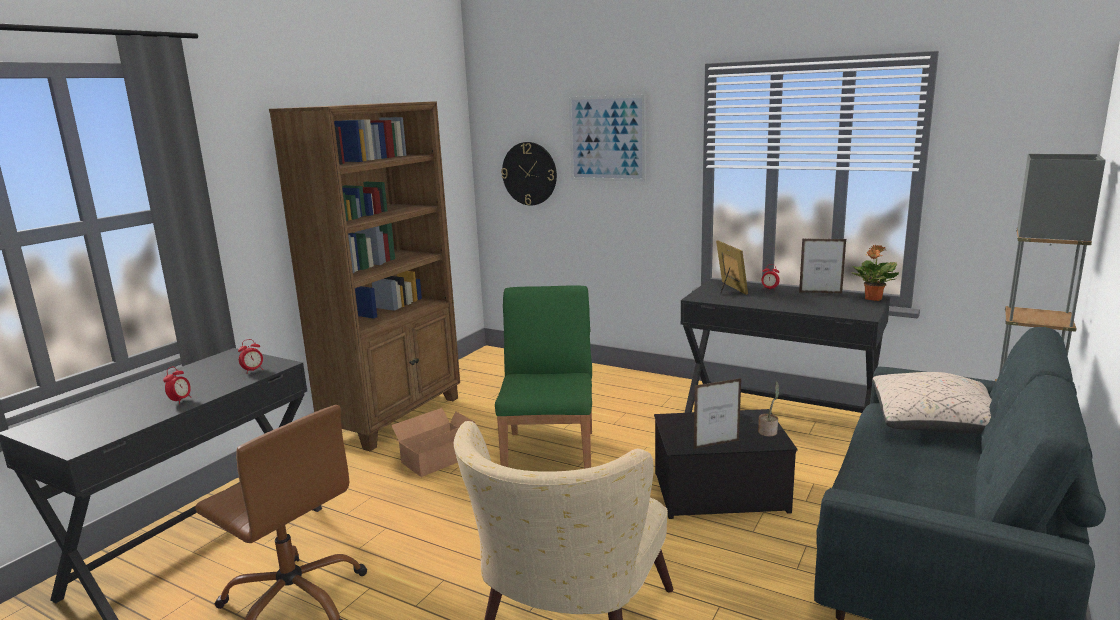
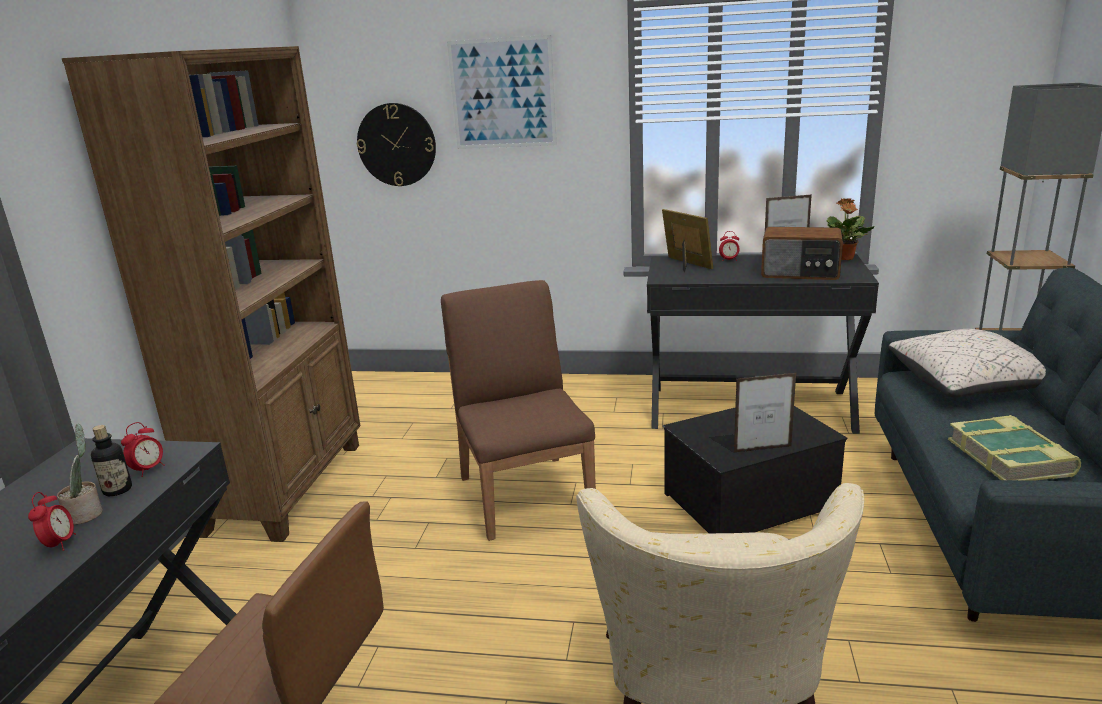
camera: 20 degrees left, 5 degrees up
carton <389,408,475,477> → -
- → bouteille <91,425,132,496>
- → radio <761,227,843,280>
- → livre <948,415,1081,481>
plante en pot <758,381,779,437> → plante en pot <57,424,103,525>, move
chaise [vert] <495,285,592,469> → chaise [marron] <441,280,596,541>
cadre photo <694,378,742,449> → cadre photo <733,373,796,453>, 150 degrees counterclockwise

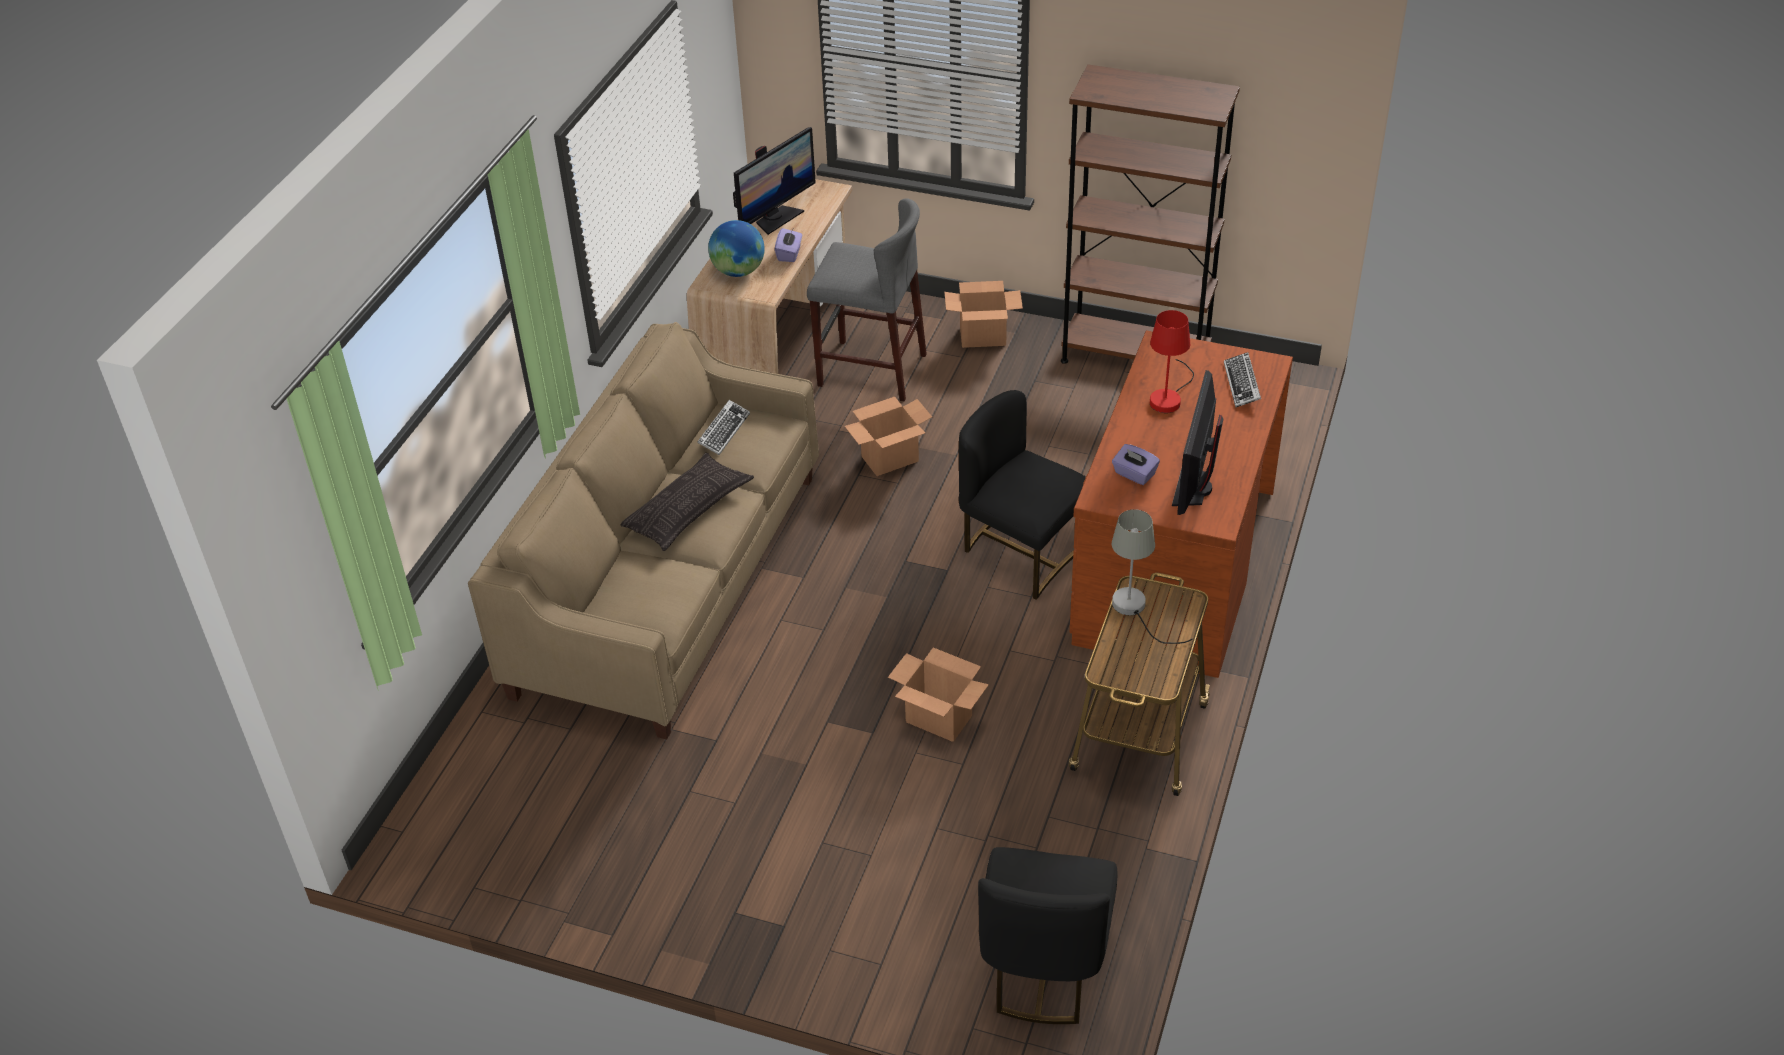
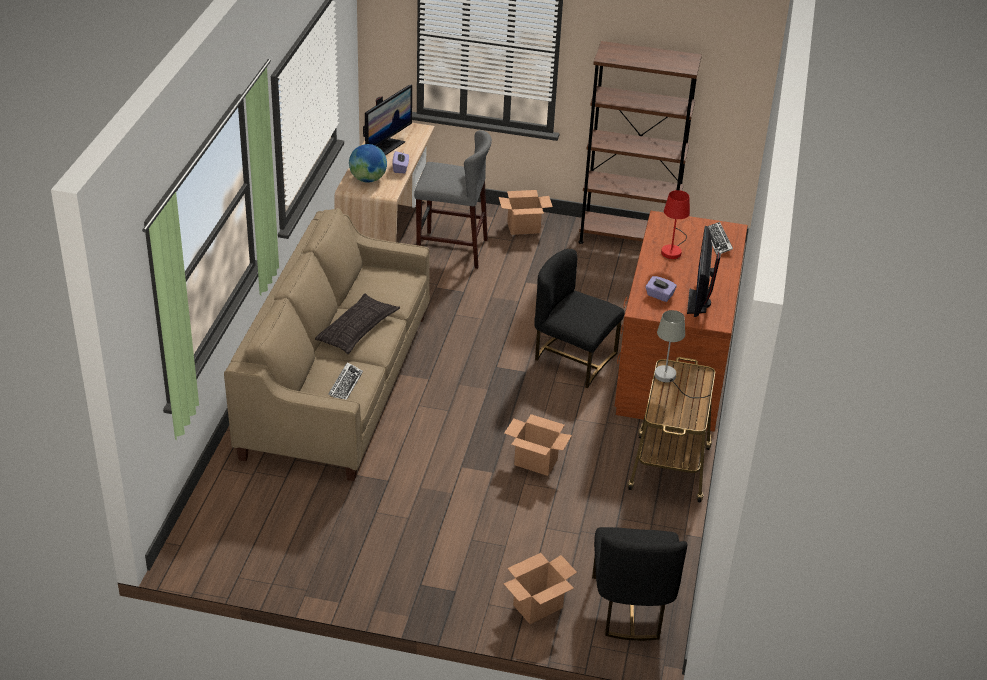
camera: 10 degrees left, 5 degrees down
clavier <697,400,750,455> → clavier <328,362,363,400>, move
carton <845,397,932,476> → carton <503,553,577,624>, move

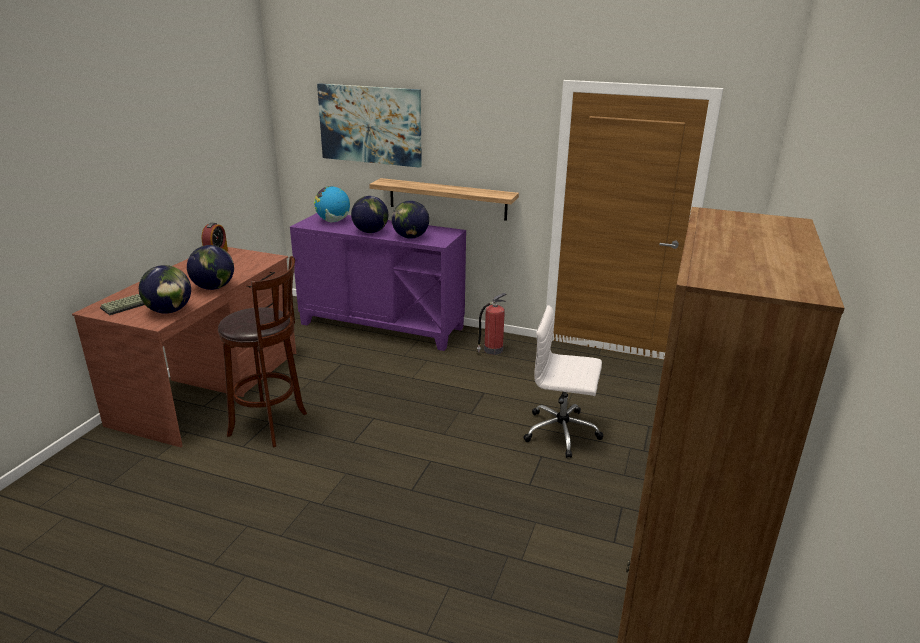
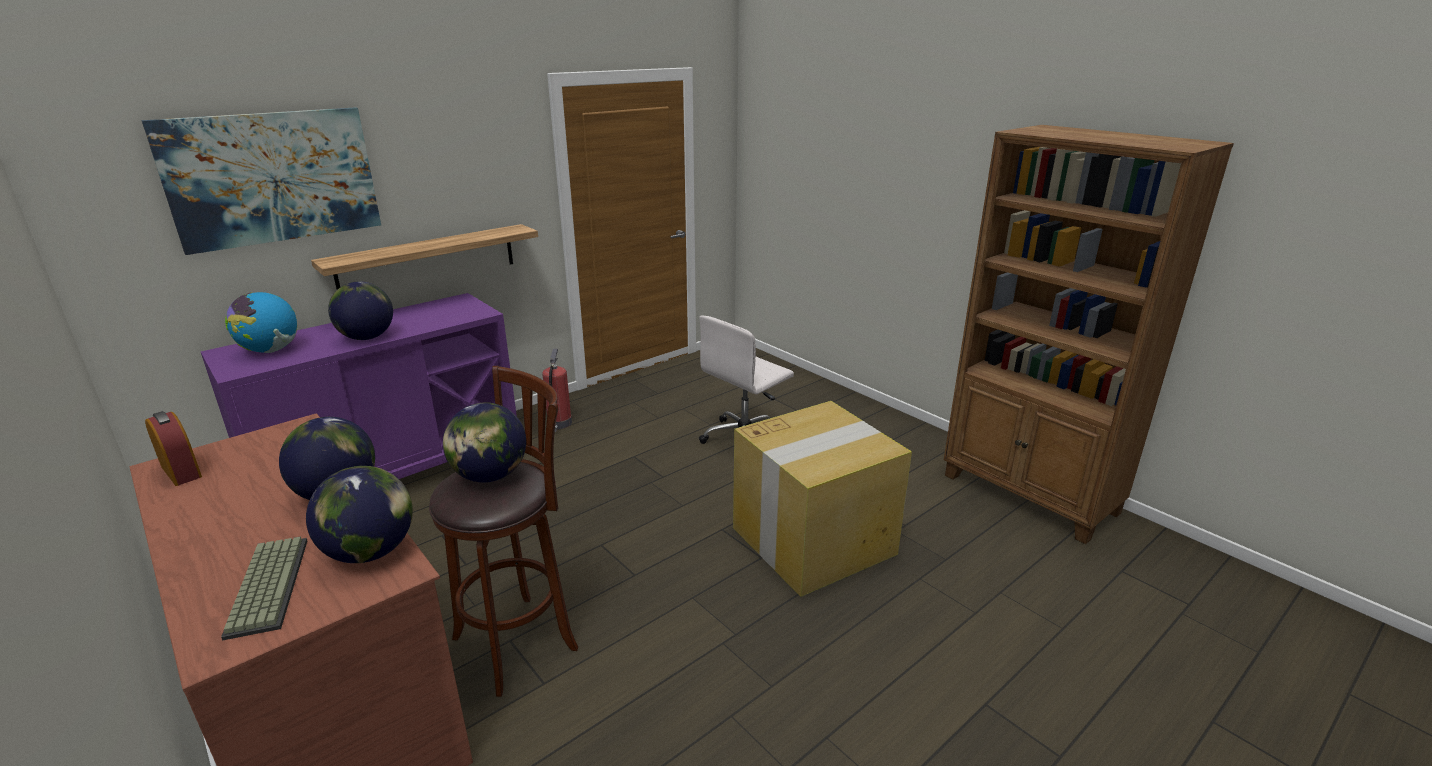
camera: 60 degrees left, 0 degrees up
- → carton <733,401,912,597>
globe <392,200,429,239> → globe <443,403,526,482>, move

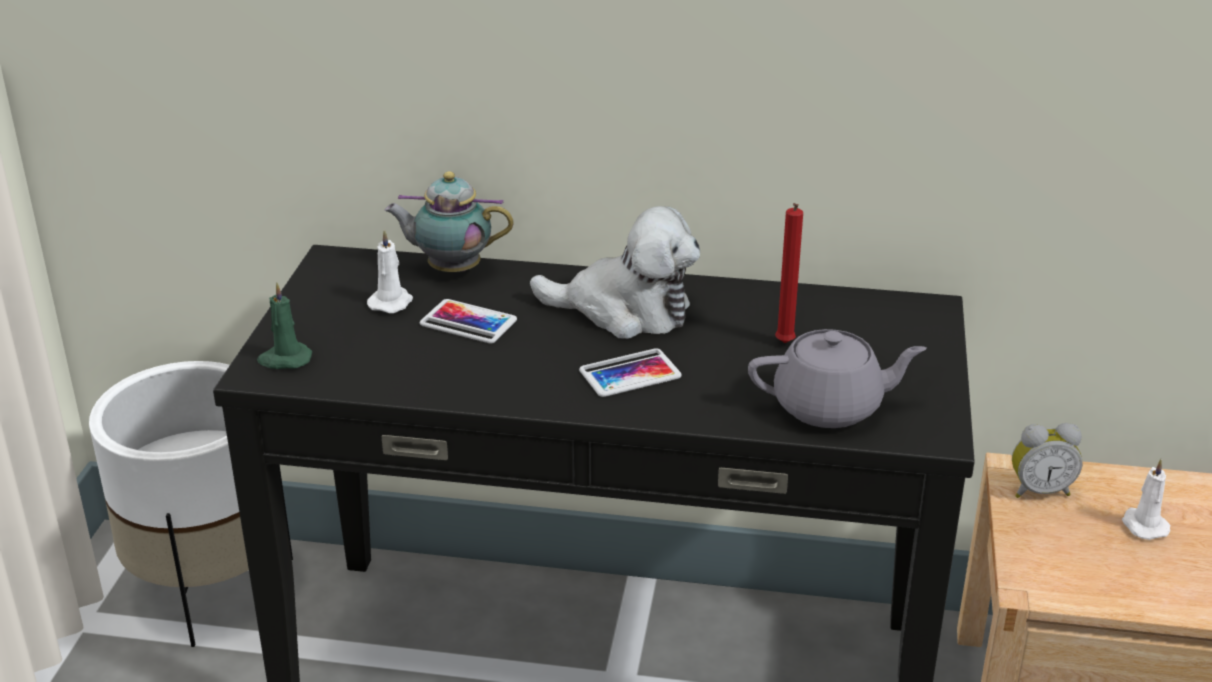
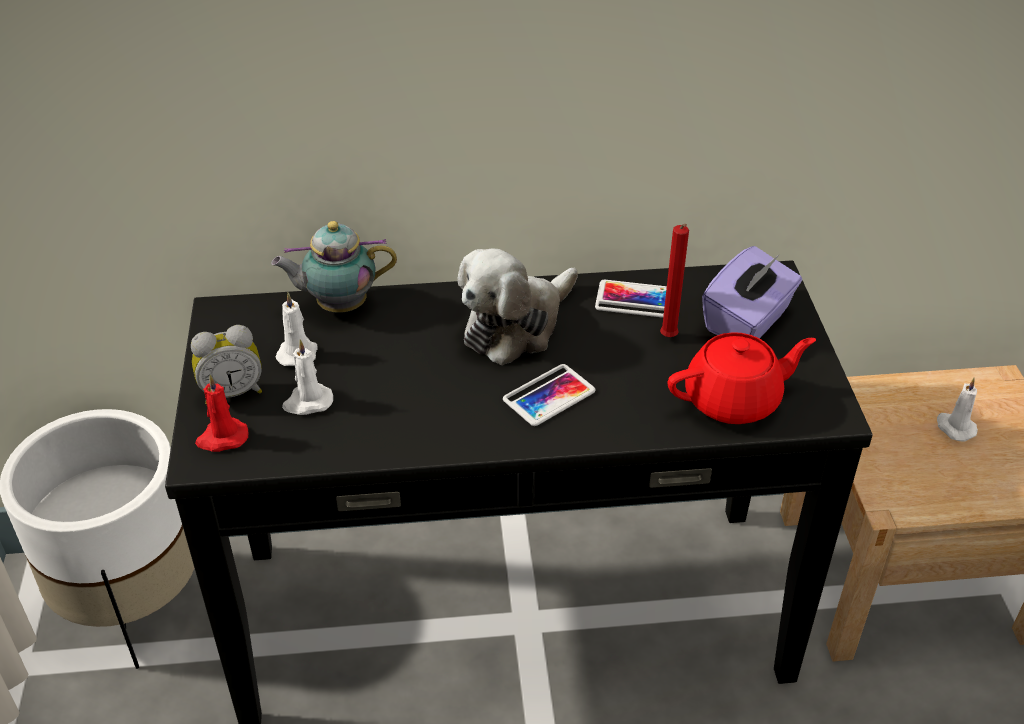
camera: 15 degrees left, 10 degrees up
- → bougie [blanc] <282,339,333,415>
- → boîte à mouchoirs [violet] <702,246,802,338>
téléphone <420,299,517,343> → téléphone <595,280,667,318>, move
réveil <1012,423,1083,498> → réveil <191,325,262,405>, move
bougie [vert] <257,282,312,369> → bougie [rouge] <195,375,248,452>
théière [gris] <748,329,927,428> → théière [rouge] <668,332,816,424>
peluche <530,206,700,339> → peluche <457,248,578,365>, 135 degrees clockwise

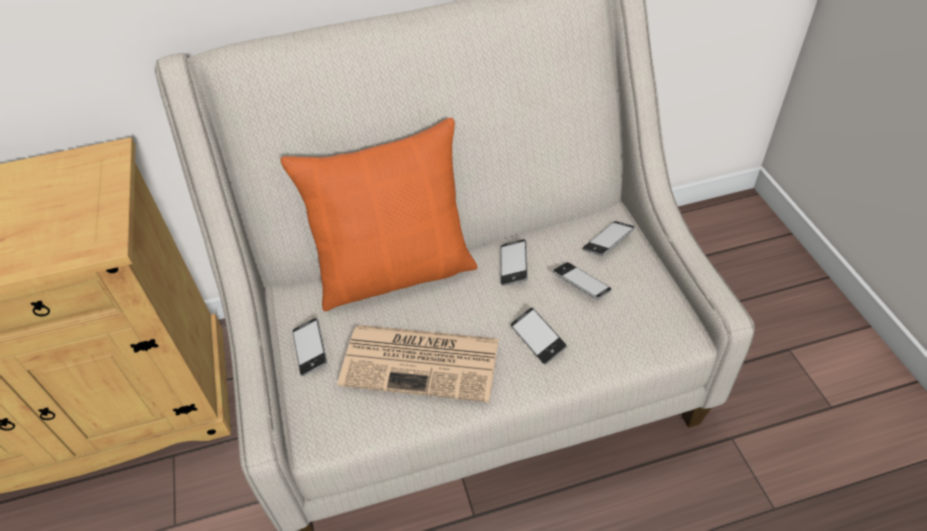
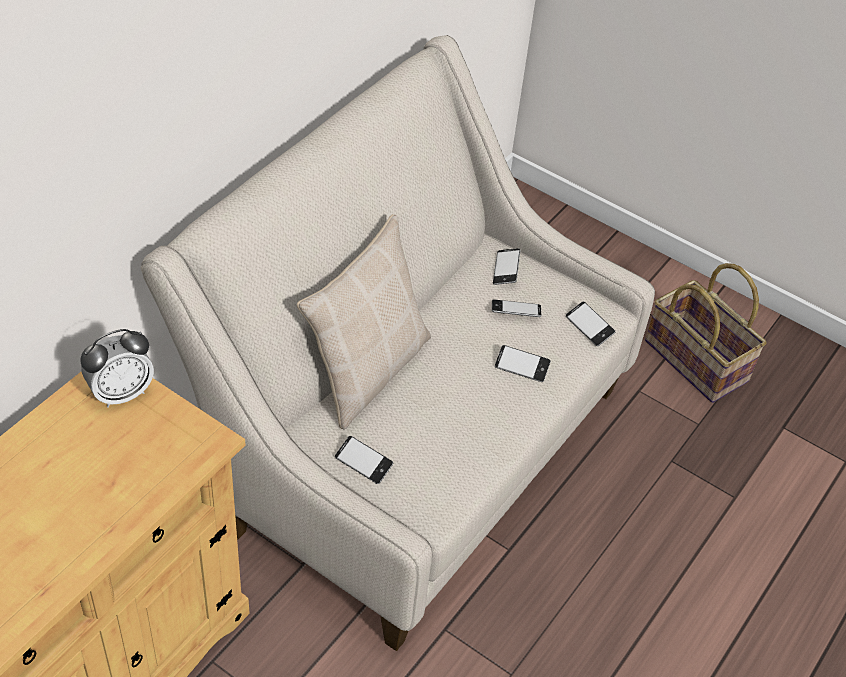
camera: 45 degrees left, 0 degrees up
journal <338,325,499,402> → -
- → réveil <80,329,154,408>
- → panier <645,263,766,403>
téléphone <501,239,528,286> → téléphone <566,301,615,346>, move
coussin [orange] <280,118,477,311> → coussin [beige] <297,214,431,430>

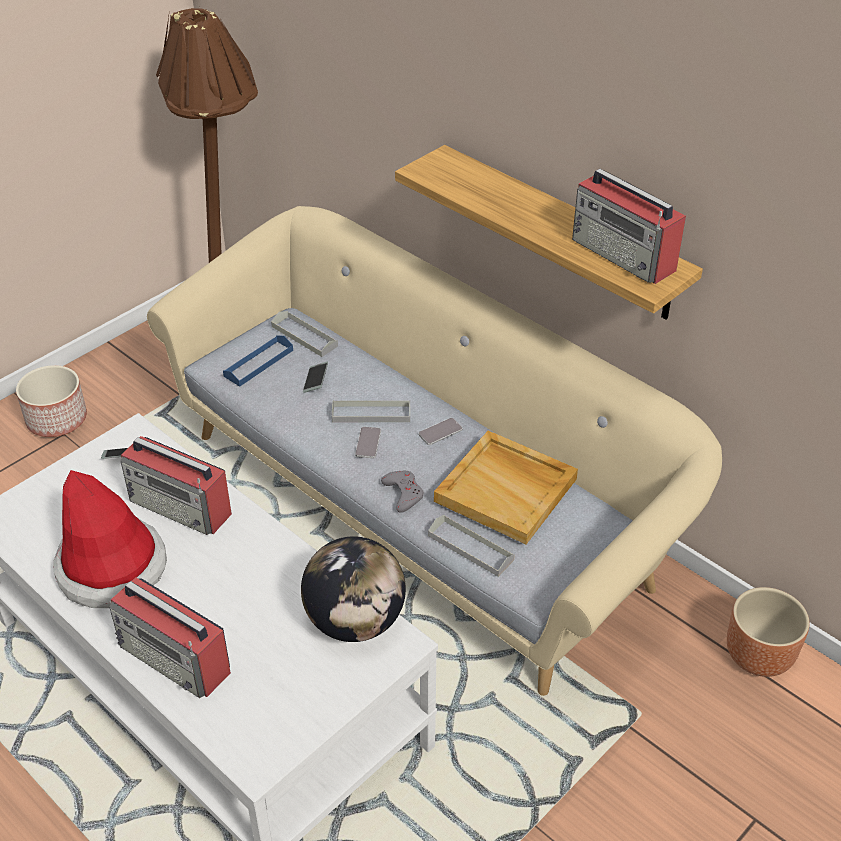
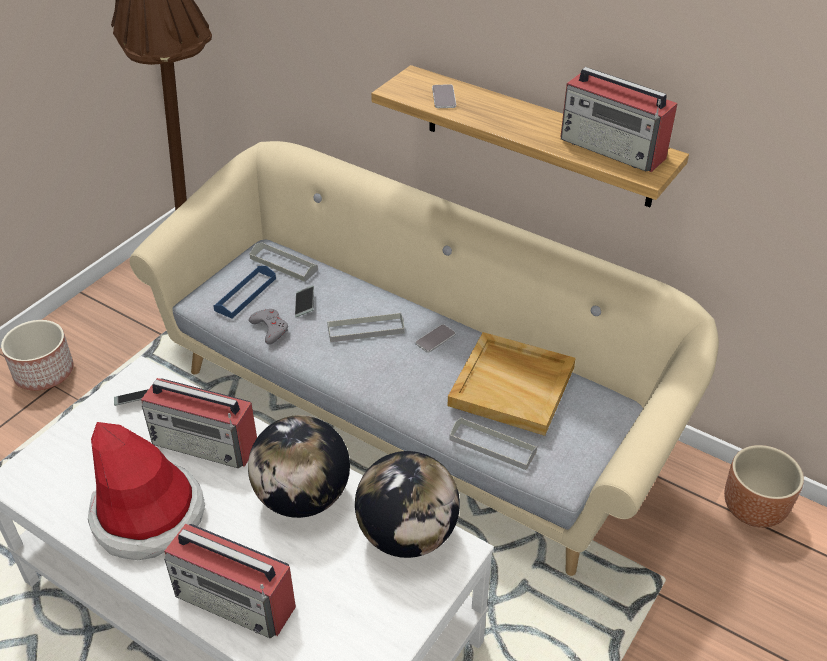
camera: 10 degrees left, 0 degrees up
- → globe <248,415,350,518>
téléphone <355,427,381,458> → téléphone <432,84,456,108>, move
manette [gris] <381,471,424,513> → manette [gris] <249,309,288,345>, move

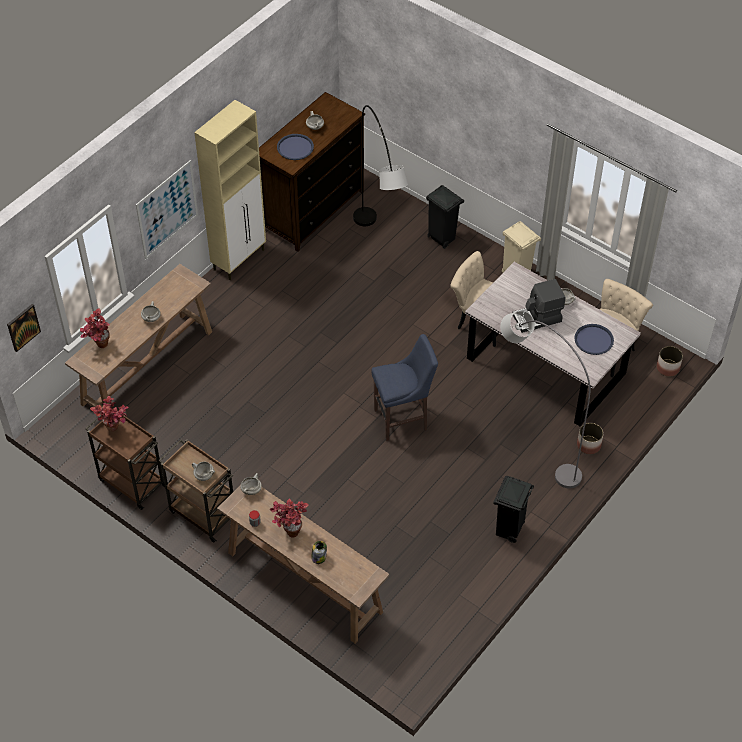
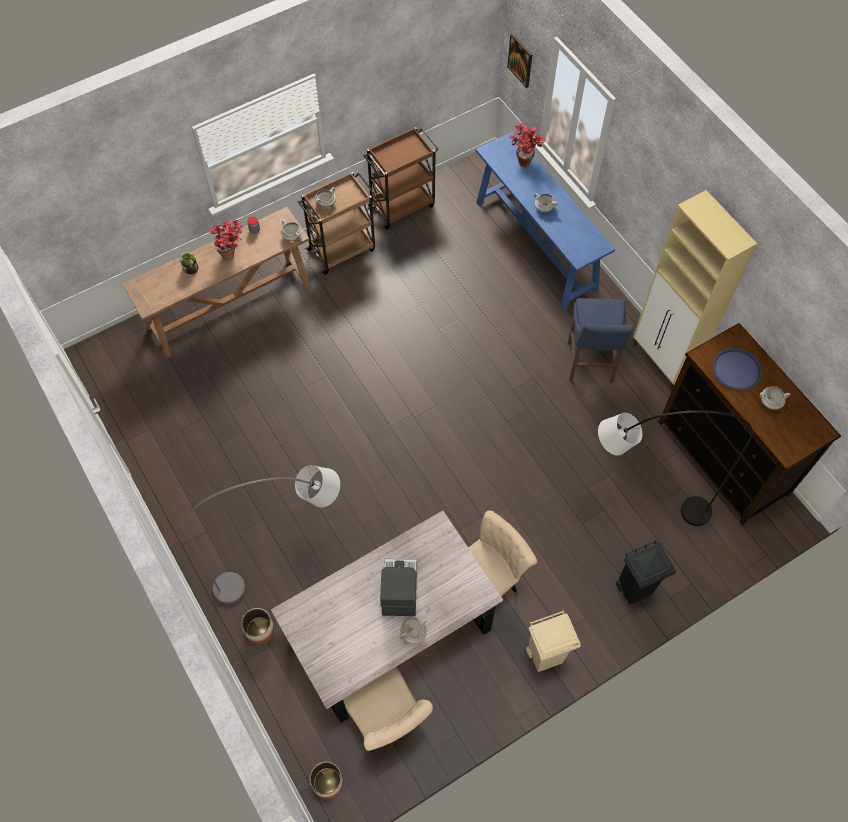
camera: 110 degrees right, 10 degrees up
plante en pot <90,396,128,432> → -
tableau <136,160,198,259> → -
poubelle [noir] <493,476,534,543> → -
plateau [bleu] <574,324,614,355> → -
tabouret [bleu] <371,334,438,441> → tabouret [bleu] <568,298,633,383>, move
table console [marron] <65,264,212,412> → table console [bleu] <476,132,615,311>

